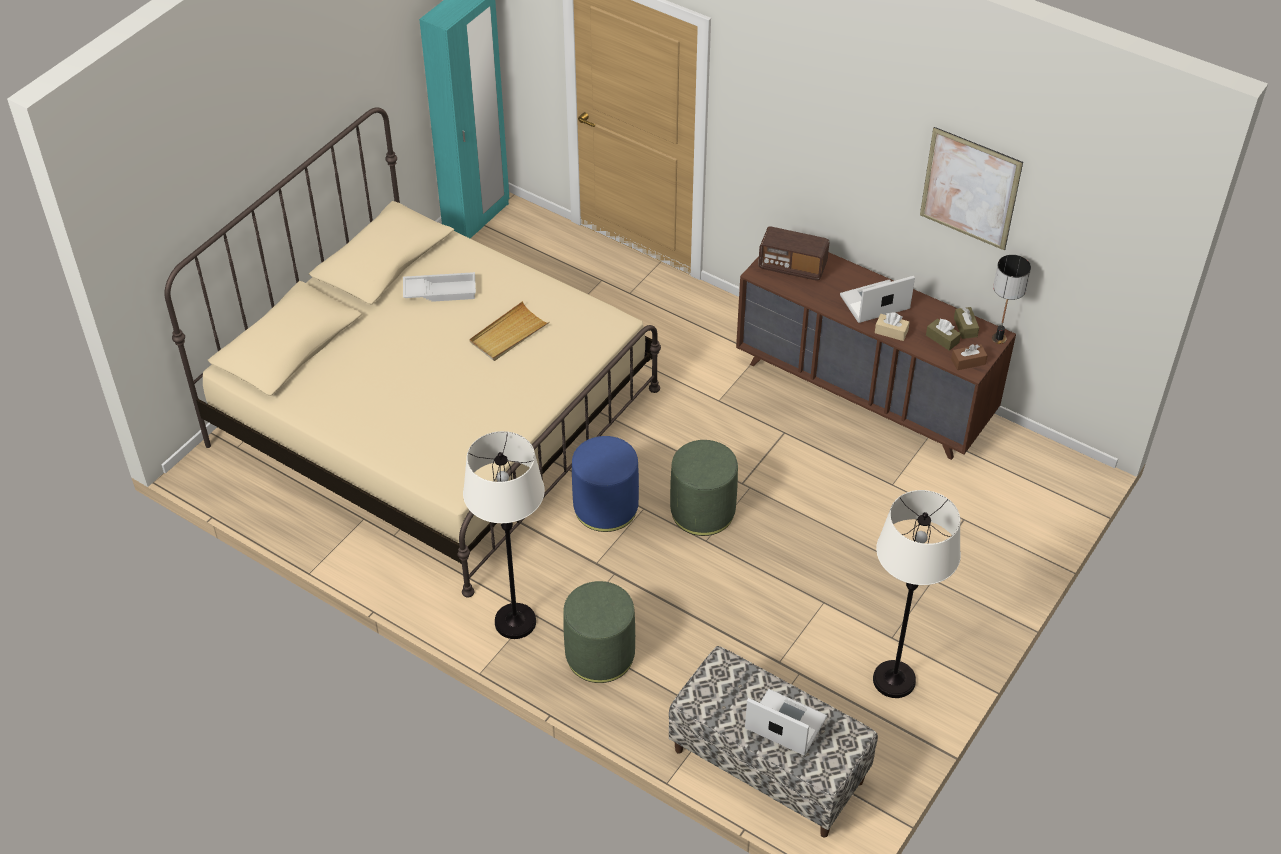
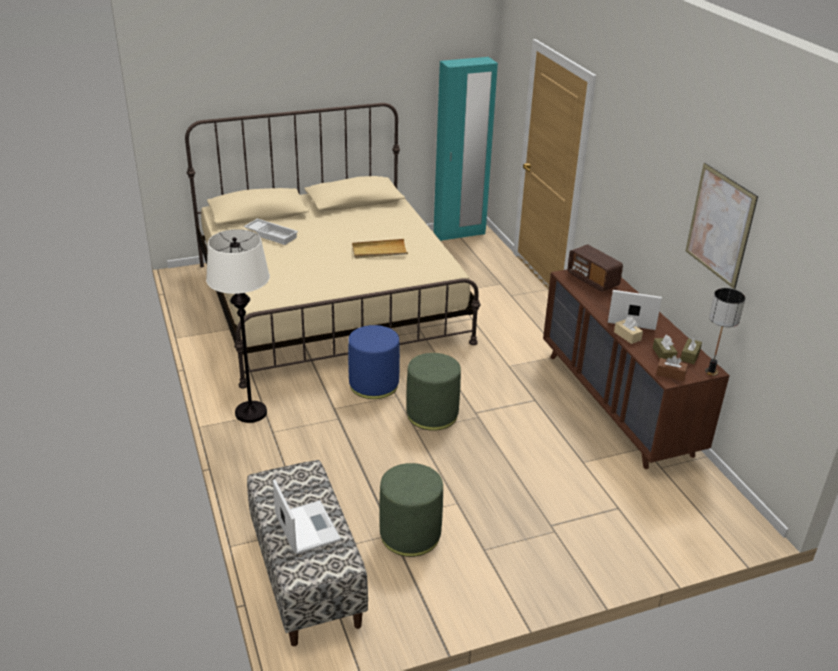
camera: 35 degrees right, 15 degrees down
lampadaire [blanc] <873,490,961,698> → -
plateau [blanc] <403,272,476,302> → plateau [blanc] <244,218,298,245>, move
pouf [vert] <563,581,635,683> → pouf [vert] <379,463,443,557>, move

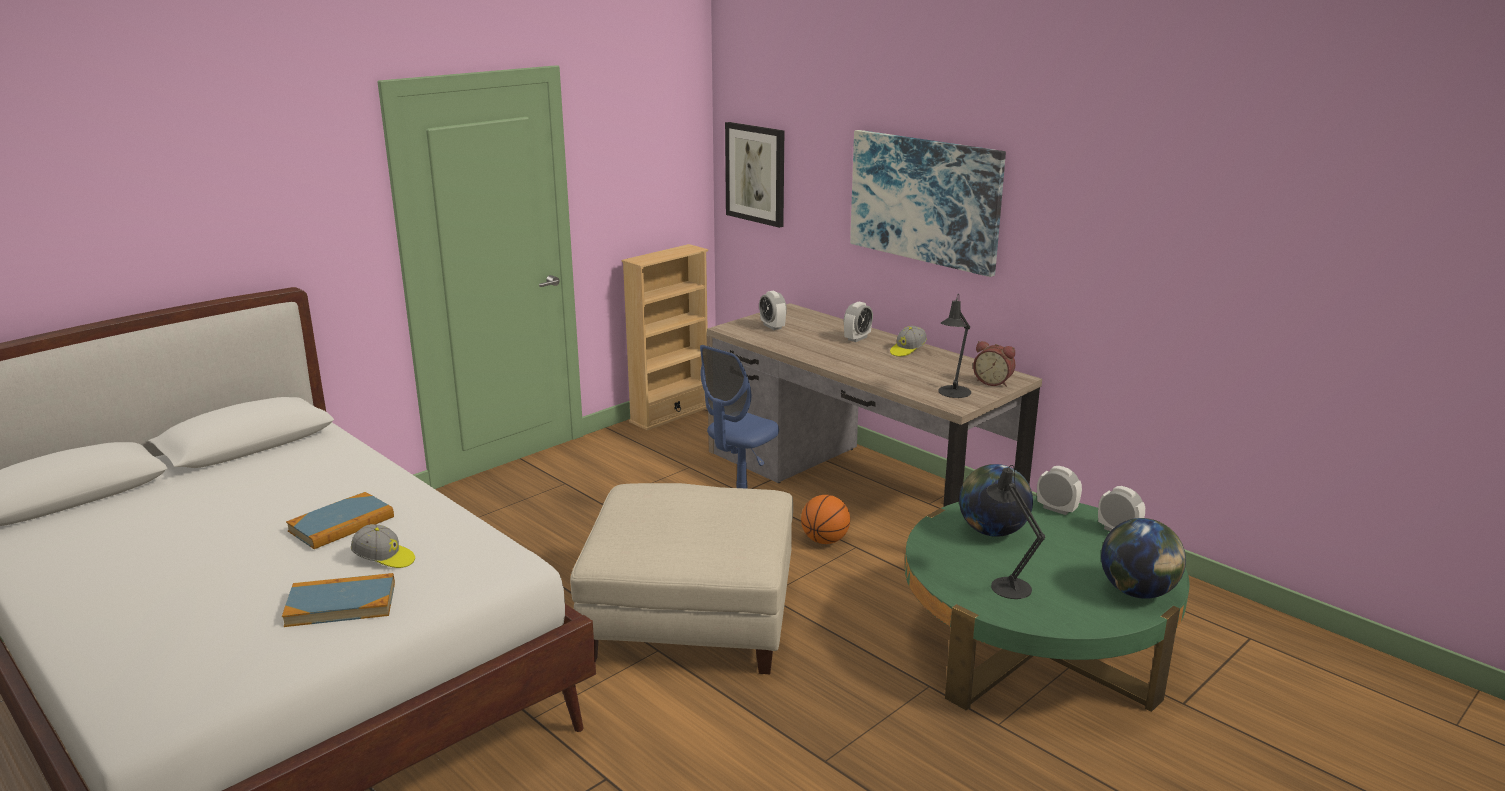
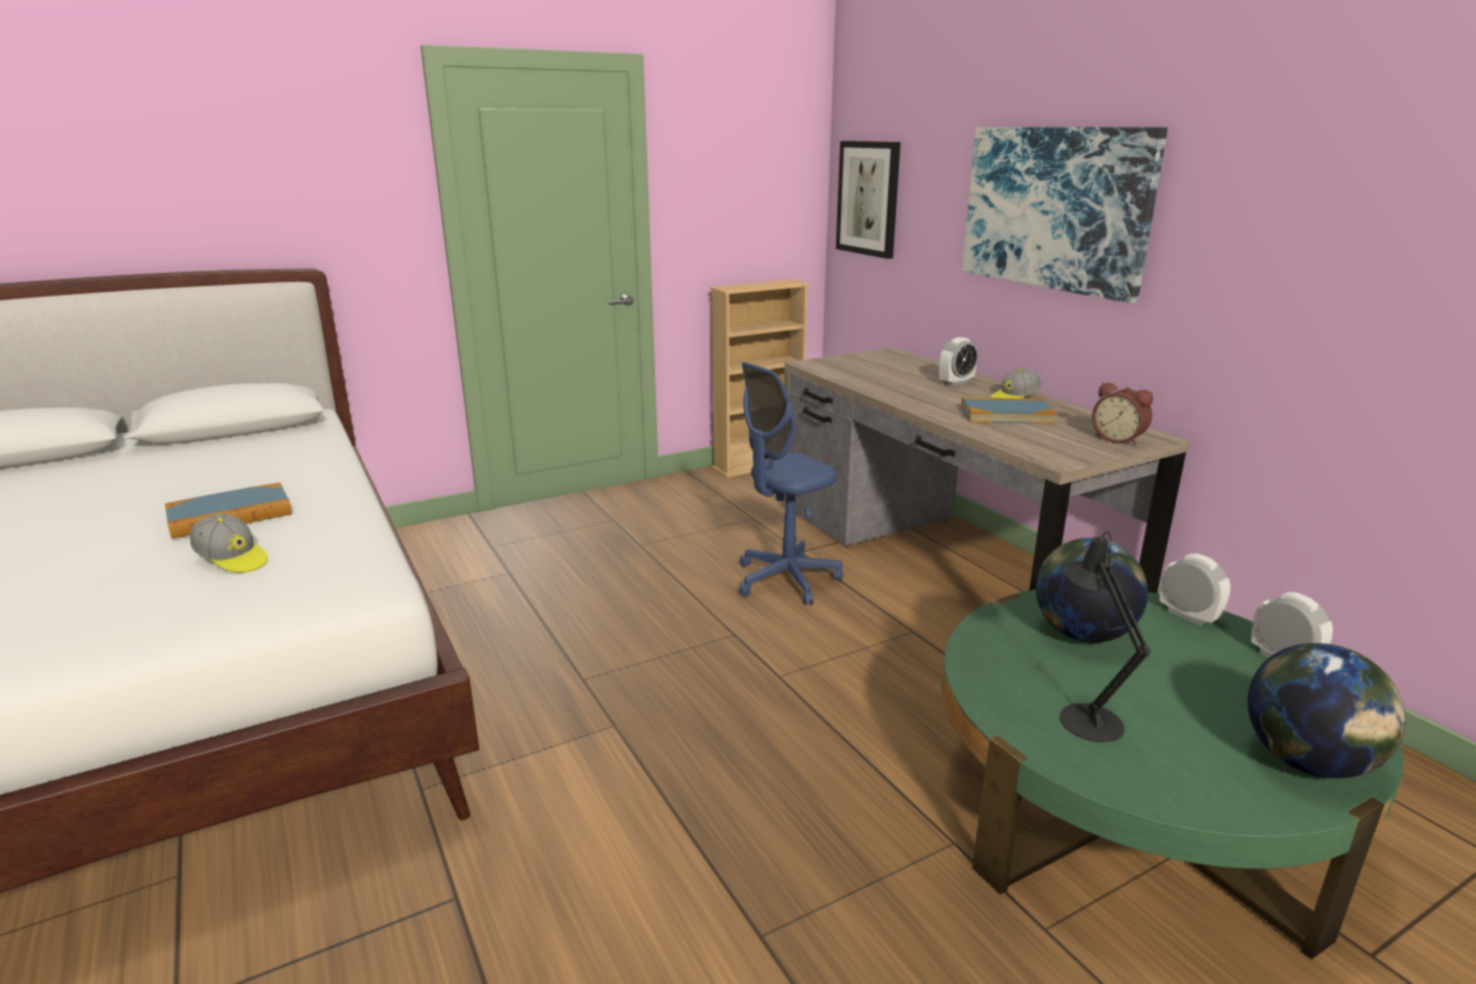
camera: 15 degrees right, 0 degrees up
pouf [beige] <570,483,793,674> → -
réveil <759,291,787,330> → -
ballon de basket <801,495,850,544> → -
lampe de table [noir] <938,293,971,398> → -
livre <282,573,395,627> → livre <961,397,1056,424>, move

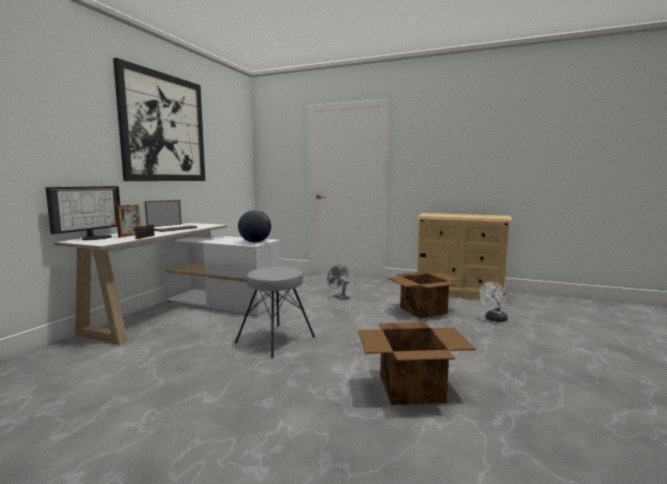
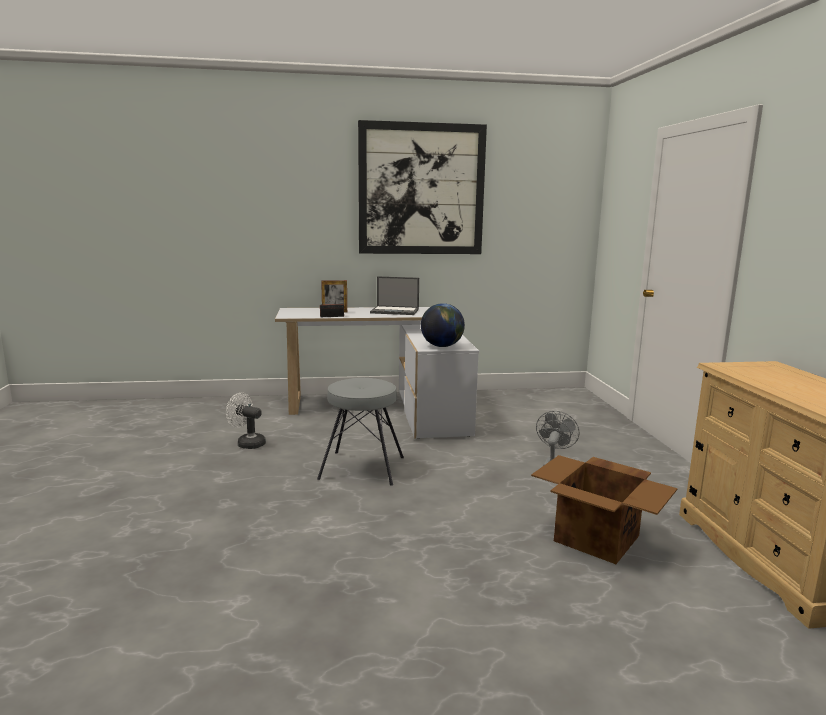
camera: 60 degrees right, 5 degrees up
écran d'ordinateur <46,186,120,240> → -
carton <358,322,476,405> → -
ventilateur [blanc] <479,281,508,322> → ventilateur [blanc] <226,393,266,449>, move

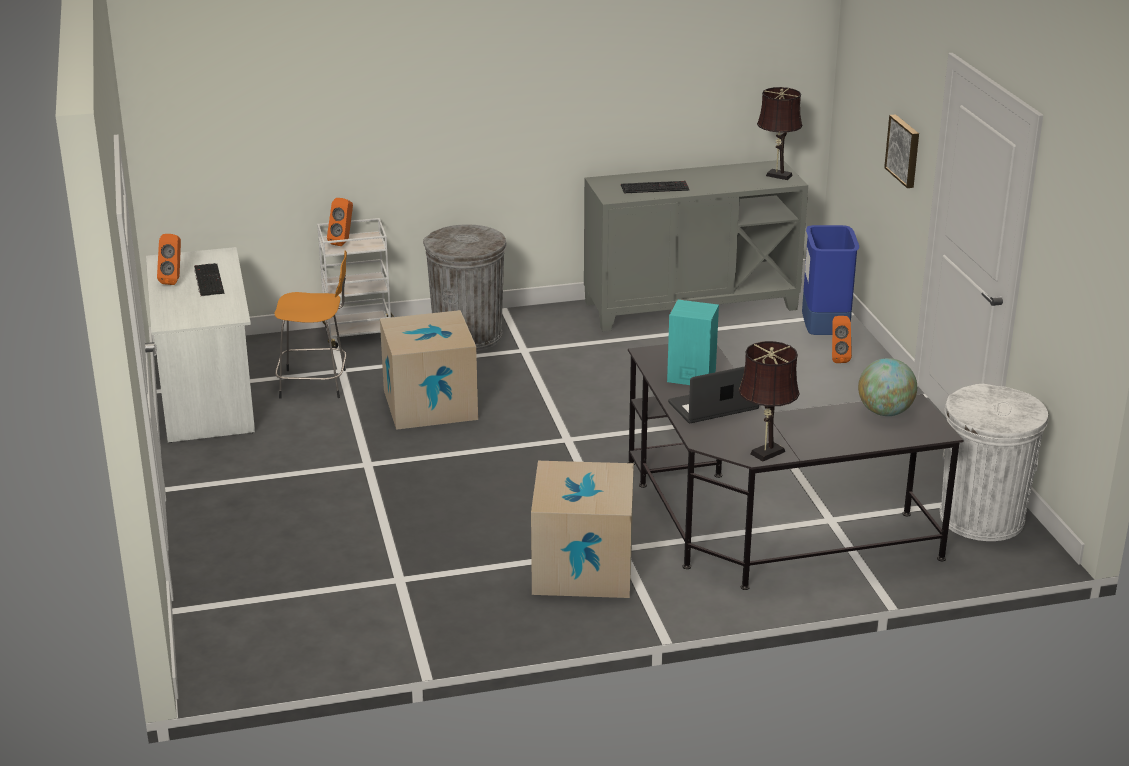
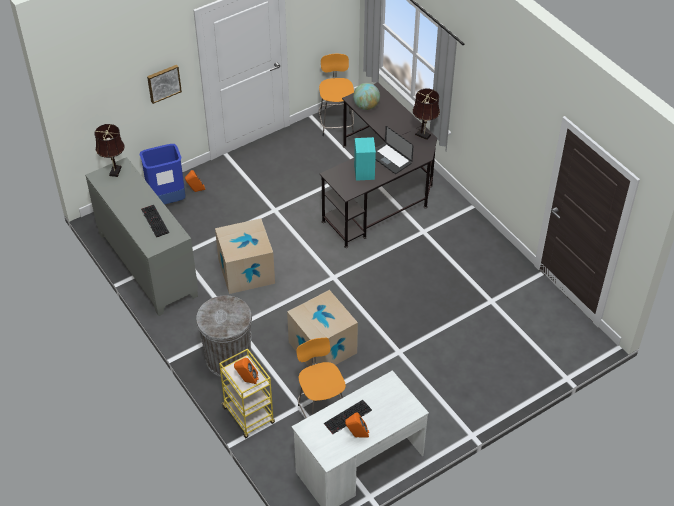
camera: 110 degrees left, 20 degrees up
carton <531,461,634,598> → carton <215,218,275,294>, move
poubelle [blanc] <940,384,1048,541> → tabouret [orange] <319,54,354,136>
chariot [blanc] <317,218,394,348> → chariot [jaune] <219,348,275,438>

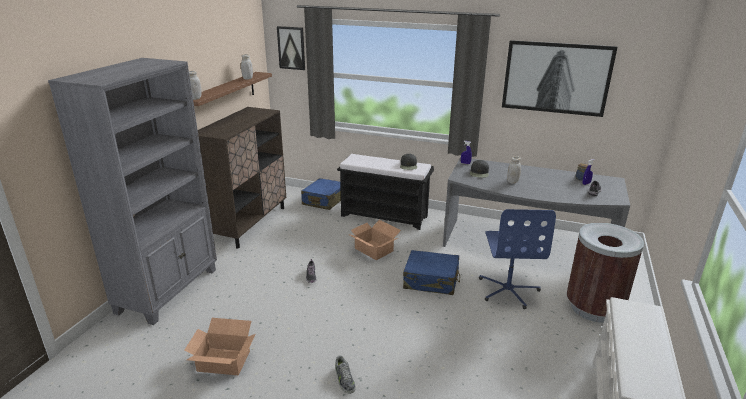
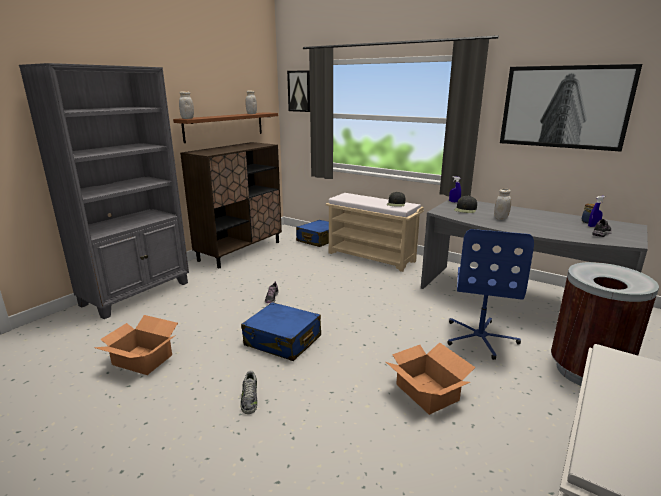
camera: 15 degrees right, 5 degrees down
carton <348,220,401,260> → carton <386,342,476,415>, move
valise [bleu] <403,250,460,295> → valise [bleu] <241,302,321,361>, move
banc [noir] <337,154,434,230> → banc [beige] <326,193,424,272>

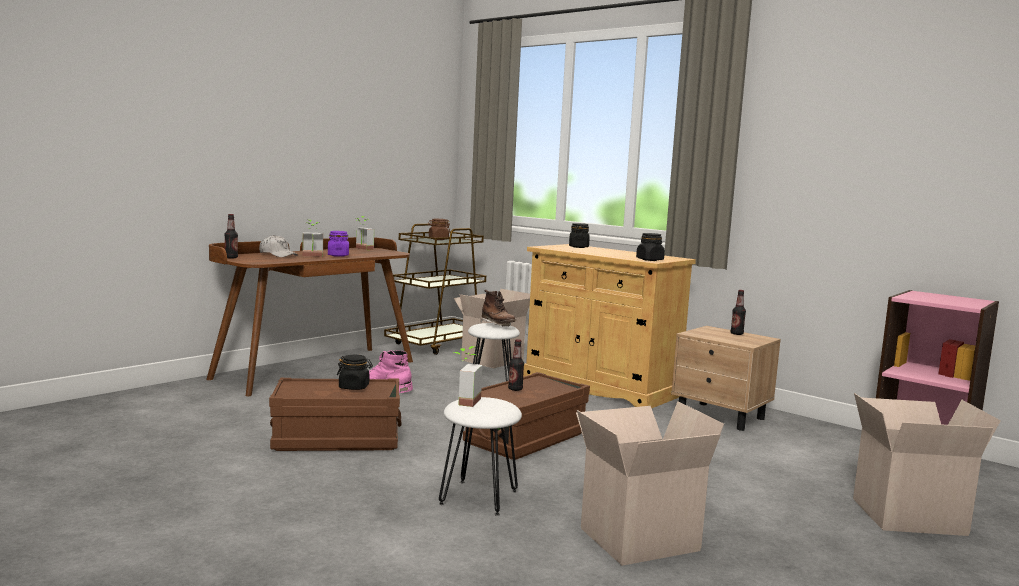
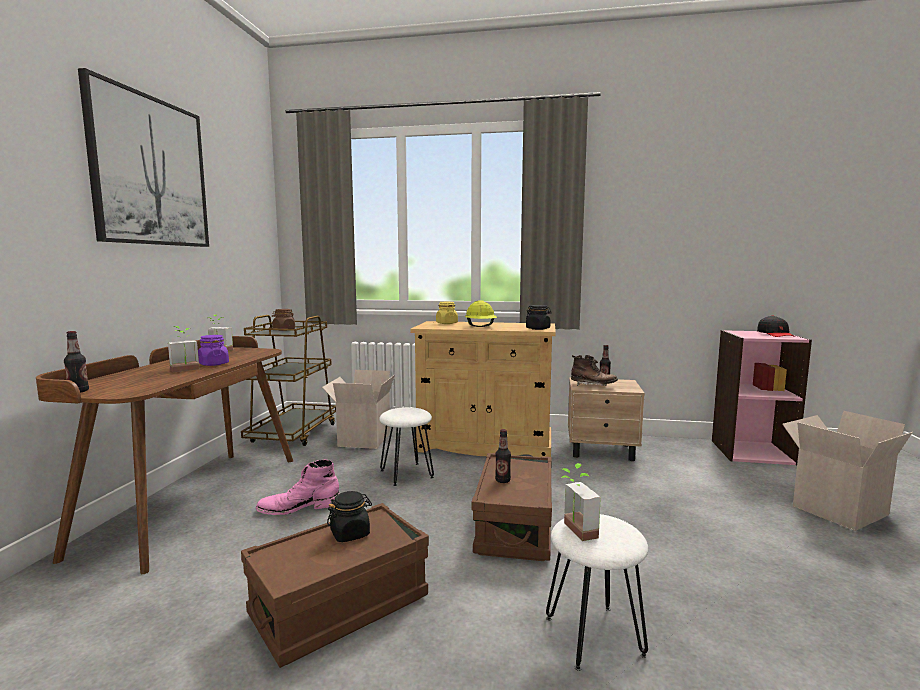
camera: 30 degrees left, 0 degrees up
casquette [blanc] <259,235,298,257> → -
carton <576,401,724,566> → -
- → tableau <78,68,209,247>
- → casque de chantier [jaune] <465,300,497,327>
- → casquette [noir] <757,315,795,337>
botte [marron] <480,290,516,326> → botte [marron] <571,355,618,386>, move
bocal [noir] <569,223,590,248> → bocal [jaune] <436,302,458,324>

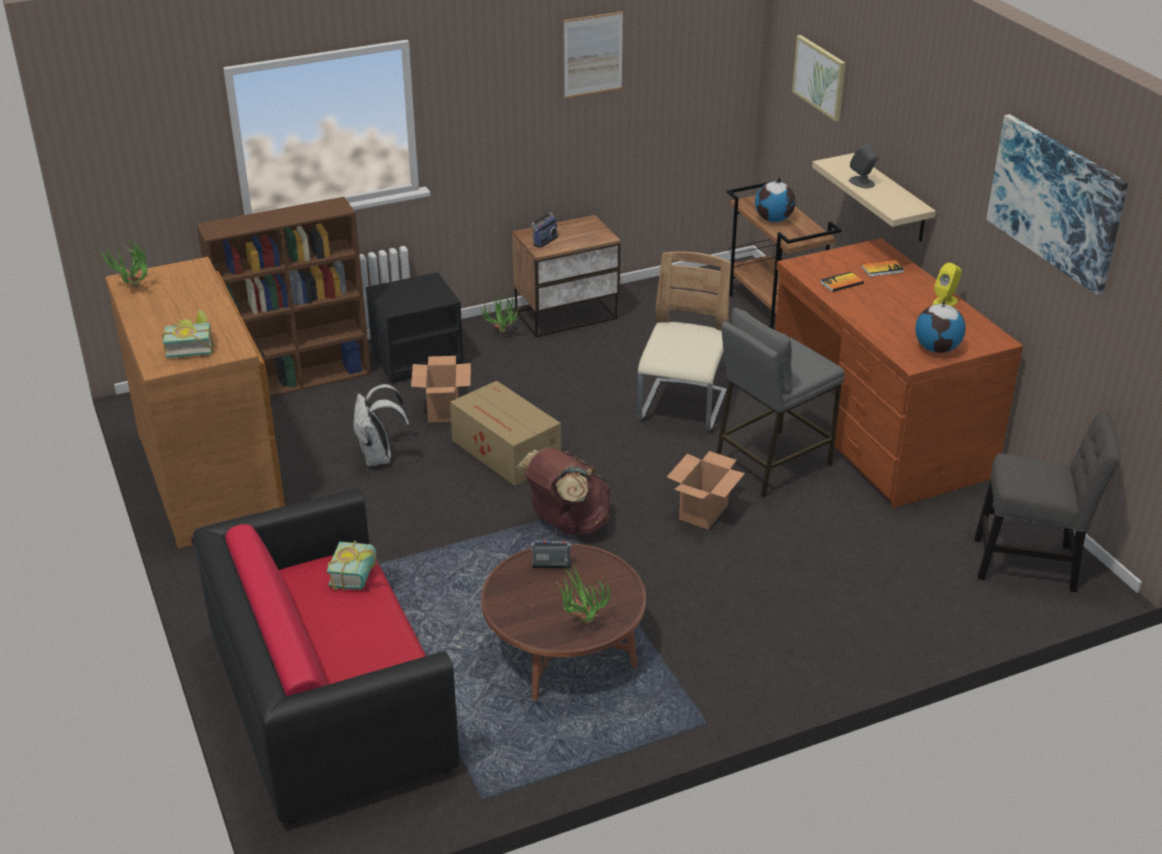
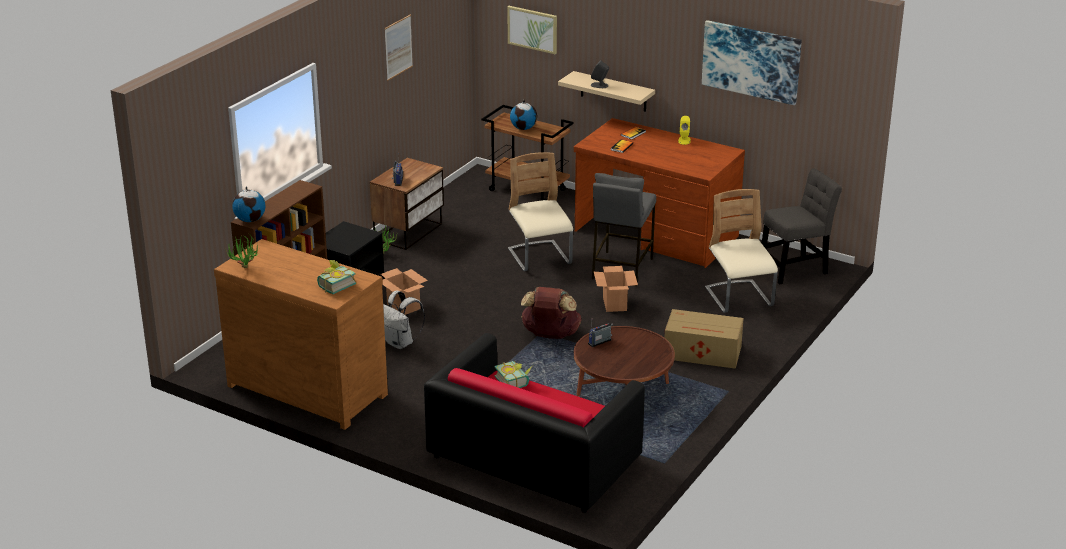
camera: 35 degrees left, 5 degrees down
plante en pot <556,564,610,624> → -
- → chaise [beige] <705,189,778,313>
carton <450,381,561,486> → carton <665,309,744,369>, move
globe <915,300,966,353> → globe <232,186,265,222>, move

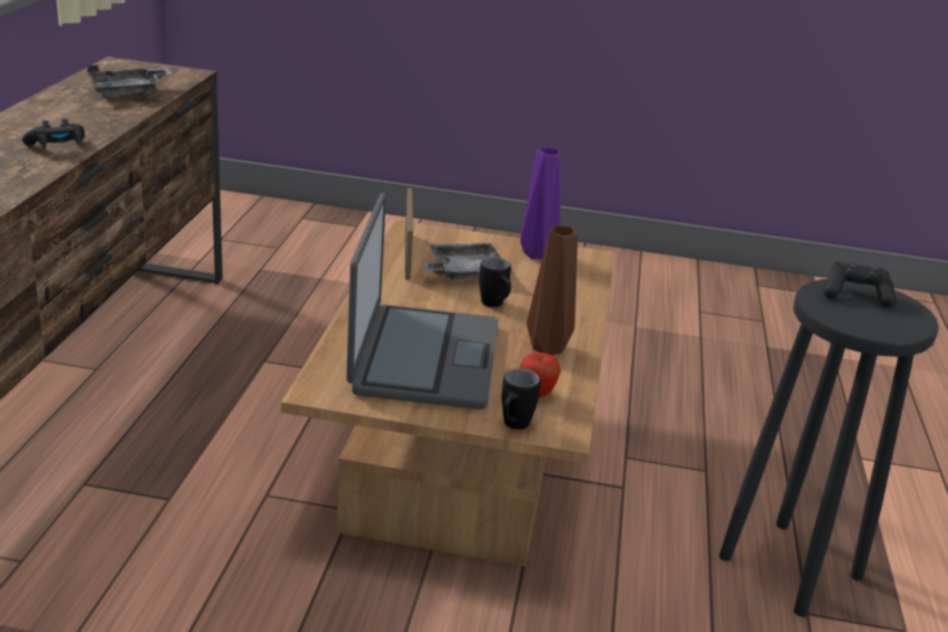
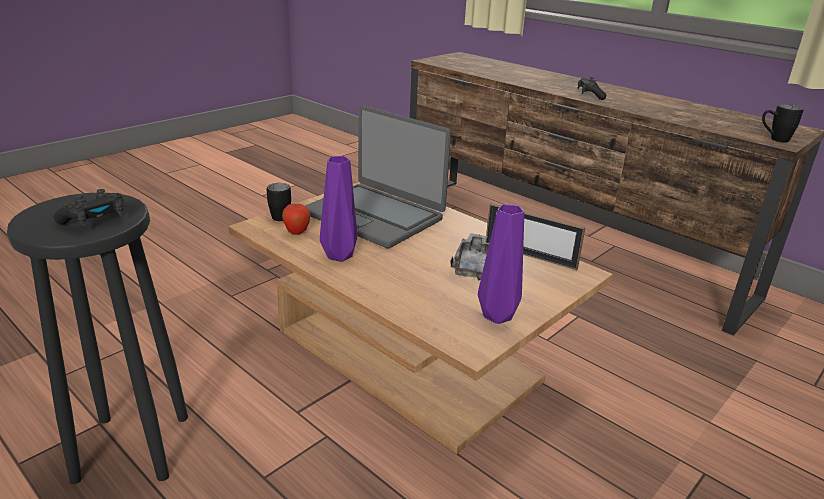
camera: 125 degrees right, 0 degrees up
plateau [gris] <87,65,172,96> → -
mug [noir] <479,257,511,307> → mug [noir] <762,104,804,143>, move
vase [marron] <527,225,578,355> → vase [violet] <320,156,357,262>

